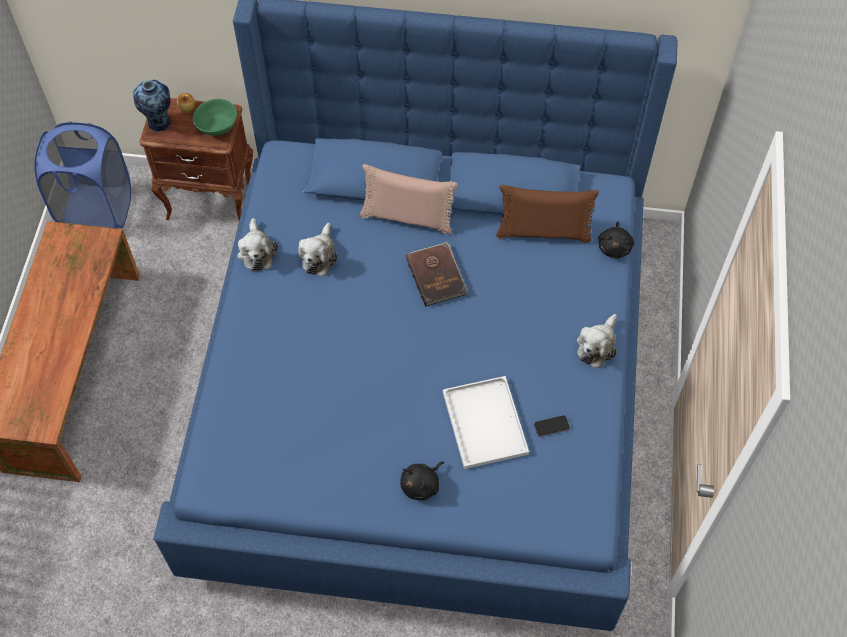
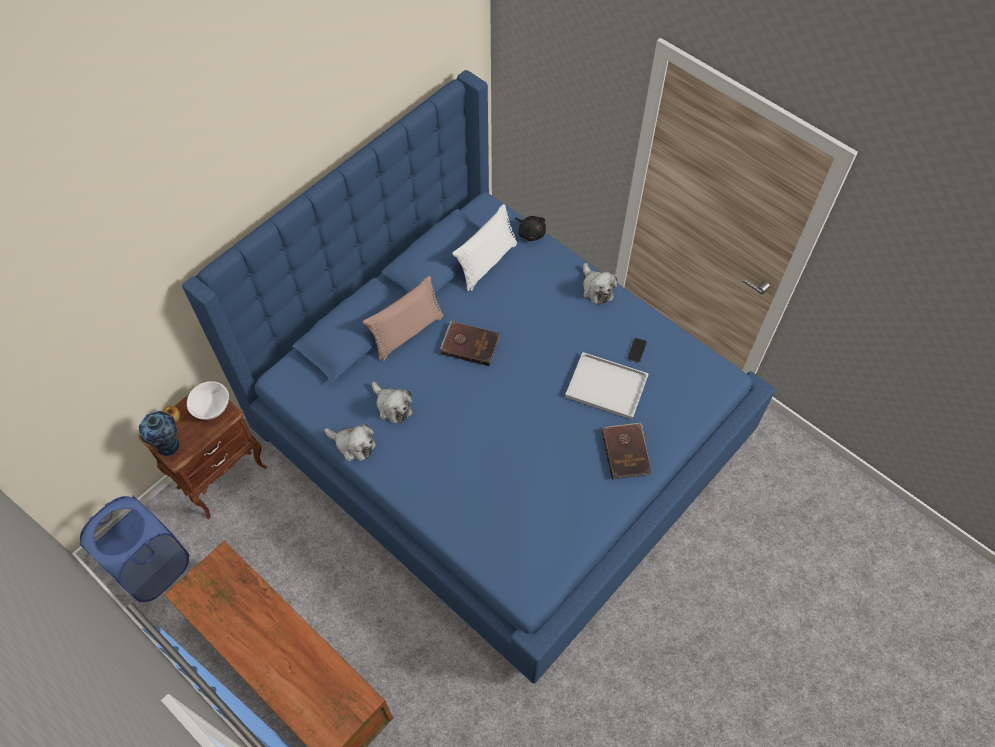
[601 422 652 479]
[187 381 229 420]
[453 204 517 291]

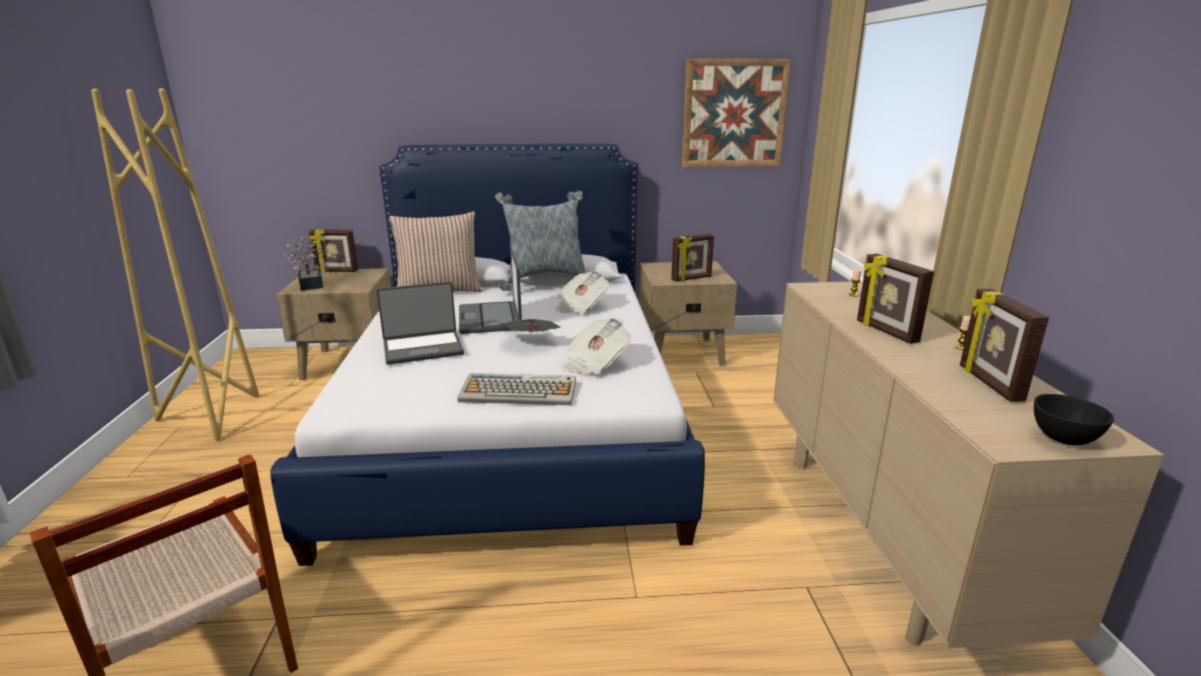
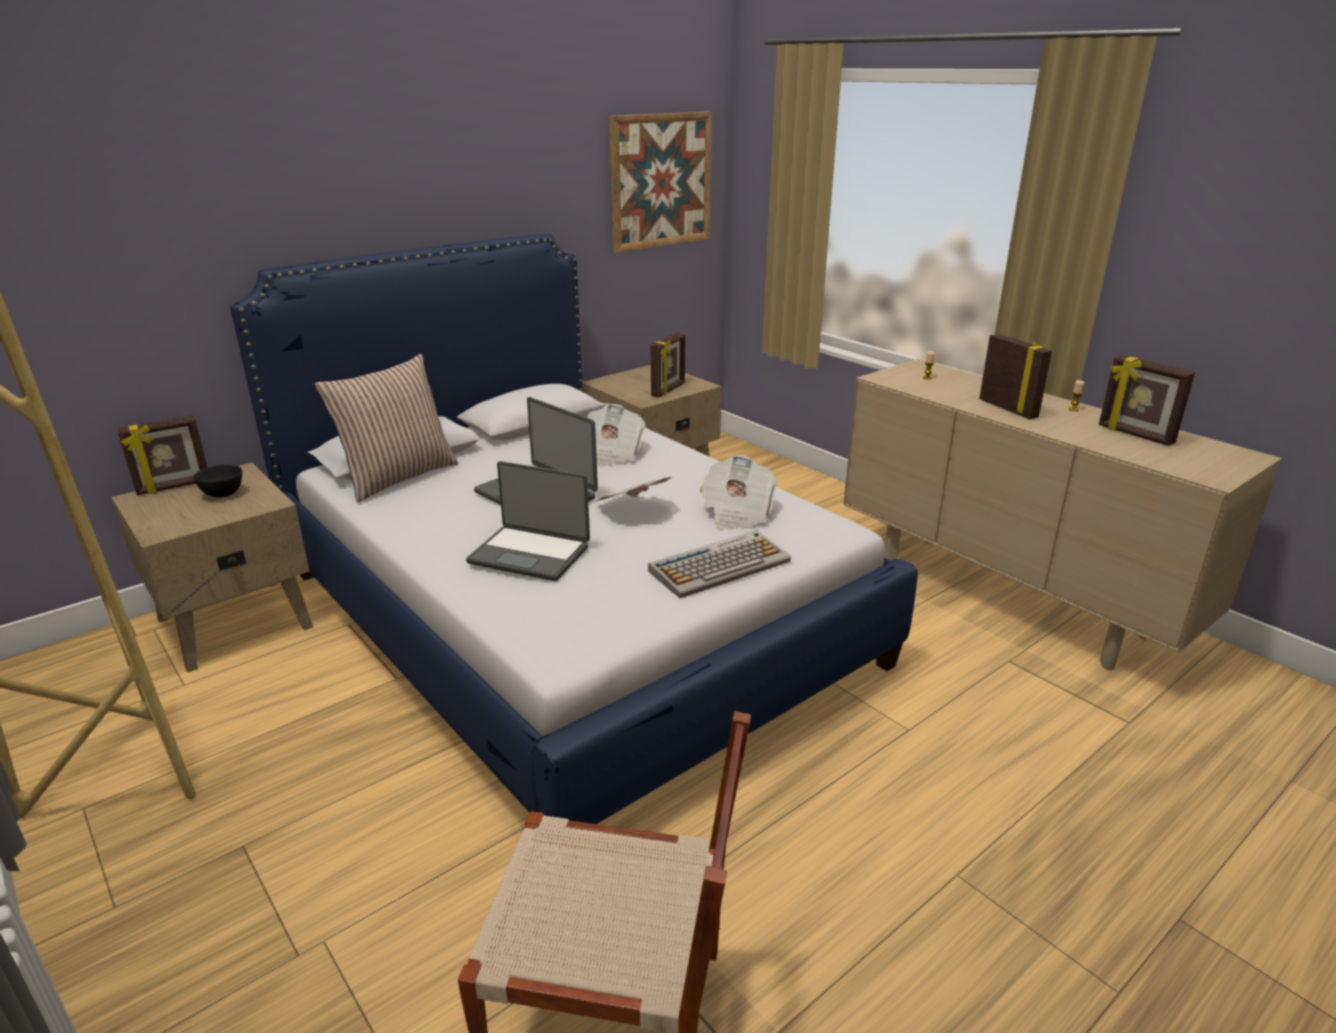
[284 236 325 291] (first image)
[495 191 585 292] (first image)
[193 465 242 498]
[466 461 590 581]
[979 334 1052 419]

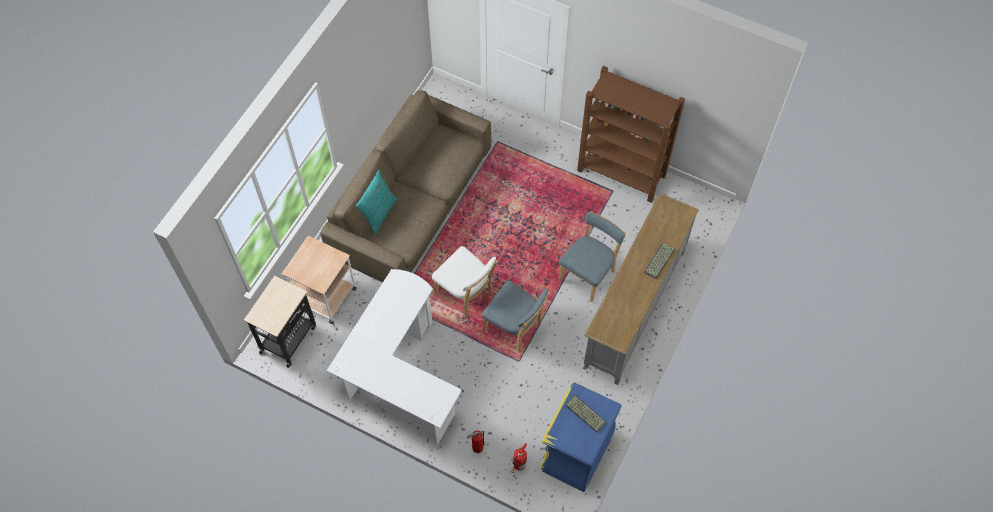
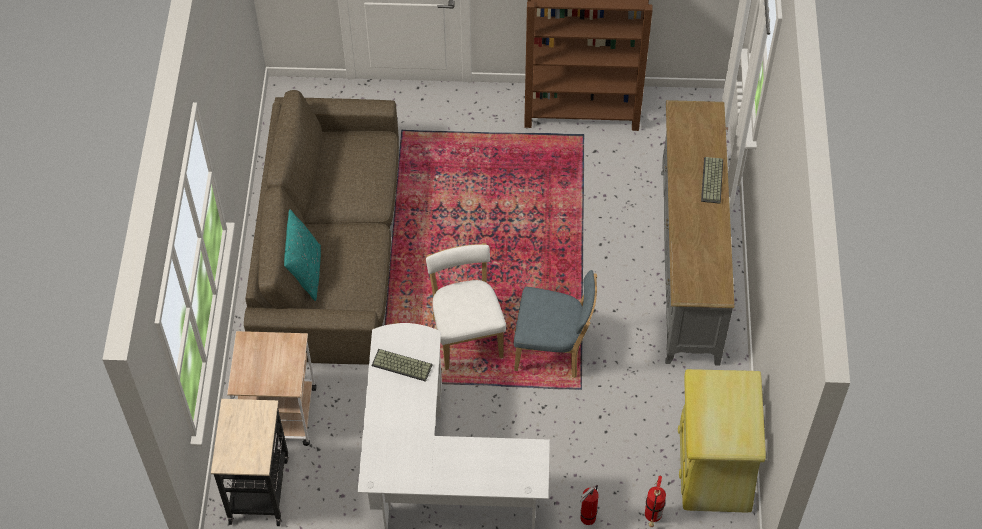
[558 211 626 302] (first image)
[372 349 433 382]
[678 369 766 513]
[426 243 506 370]

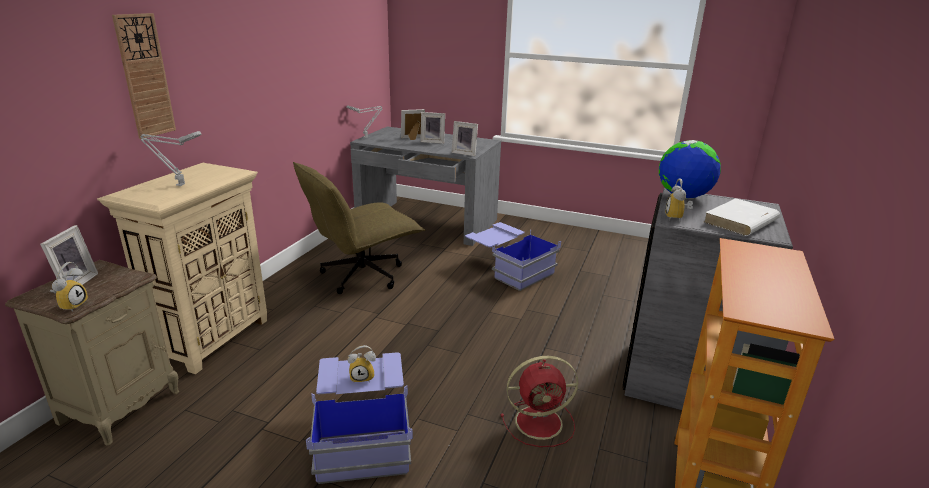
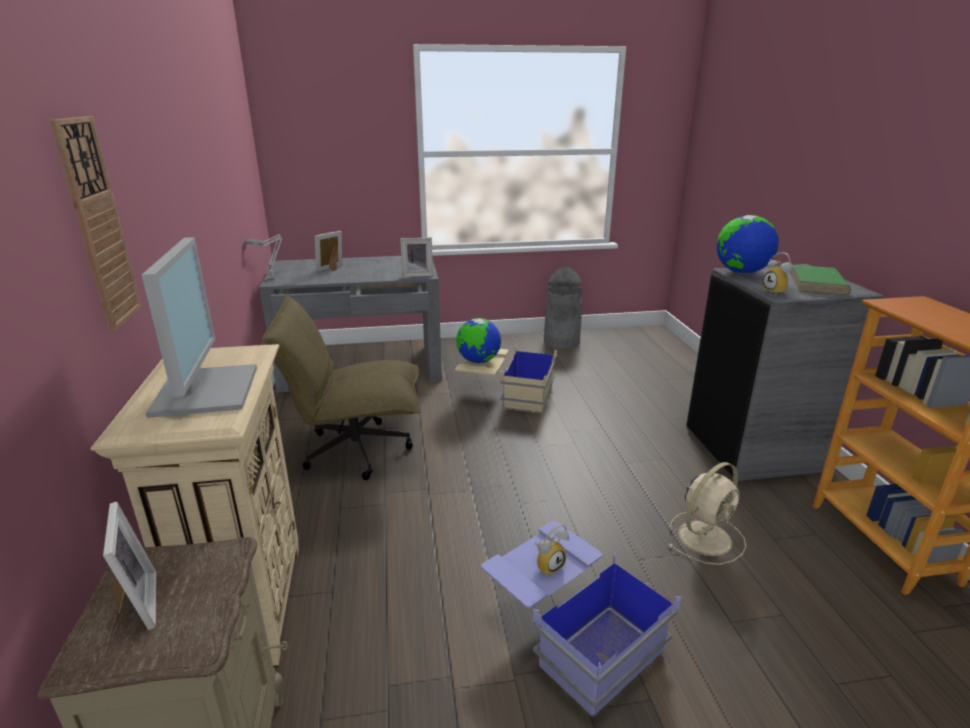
[49 262 88 312] (first image)
[421 112 445 144] (first image)
[456 318 501 363]
[544 267 582 348]
[142 237 257 418]
[455 346 557 414]
[668 462 746 565]
[790 265 851 295]
[262 295 421 480]

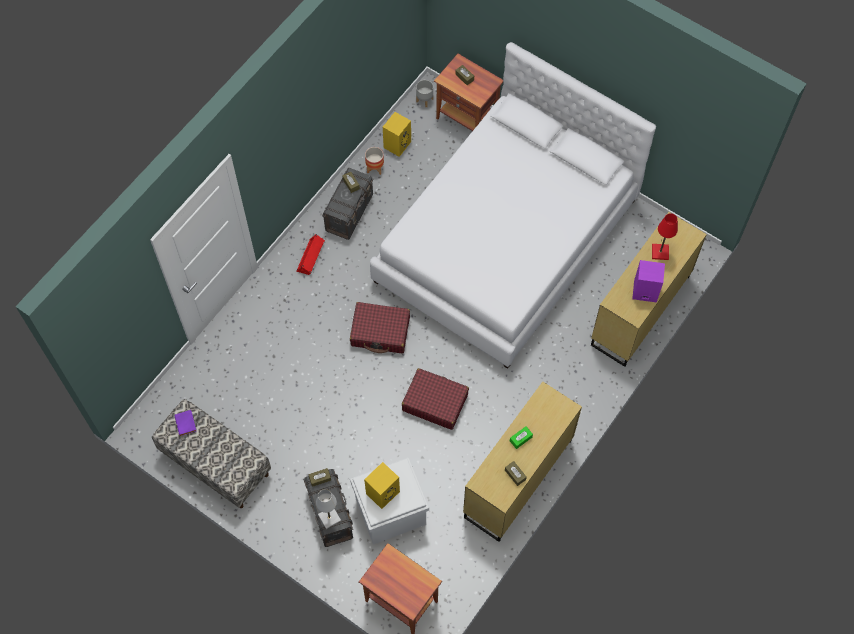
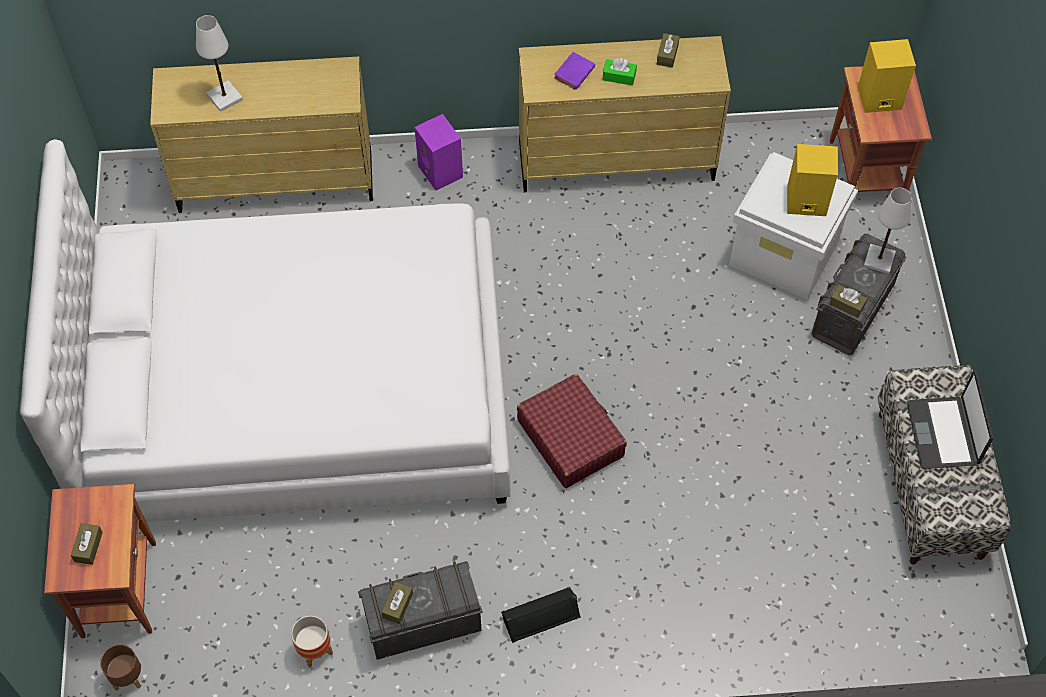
[402 368 469 430] (first image)
[907 371 993 469]
[554 52 595 90]
[858 39 916 113]
[415 114 463 191]
[501 587 581 643]
[100 644 142 691]
[196 15 243 112]

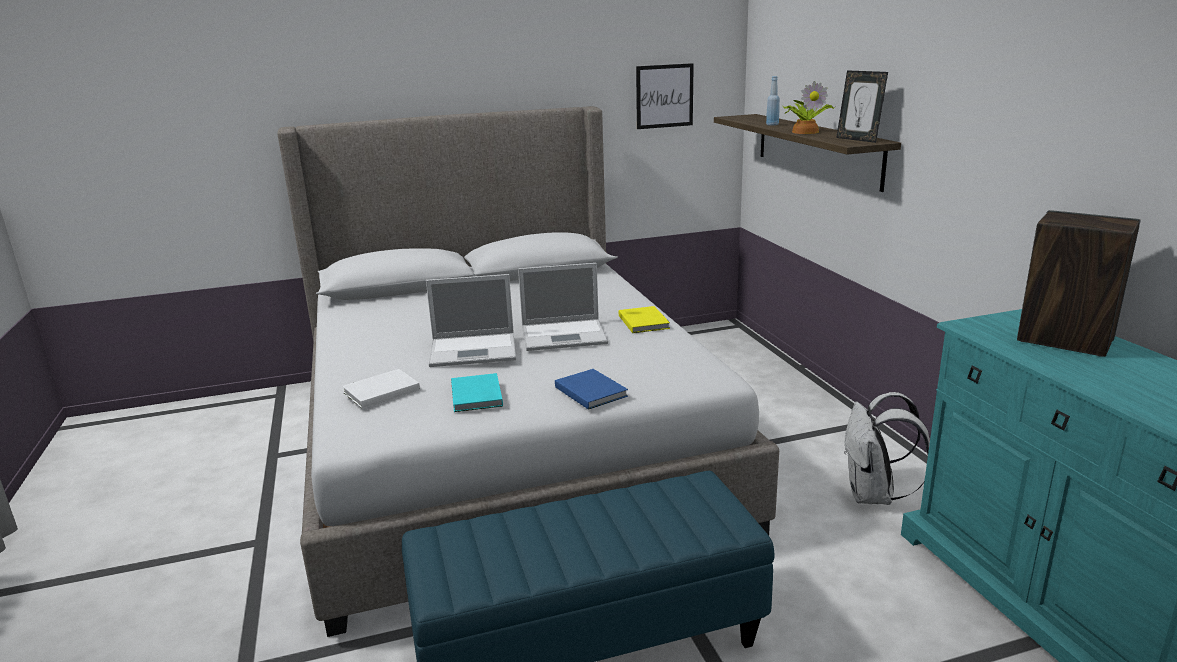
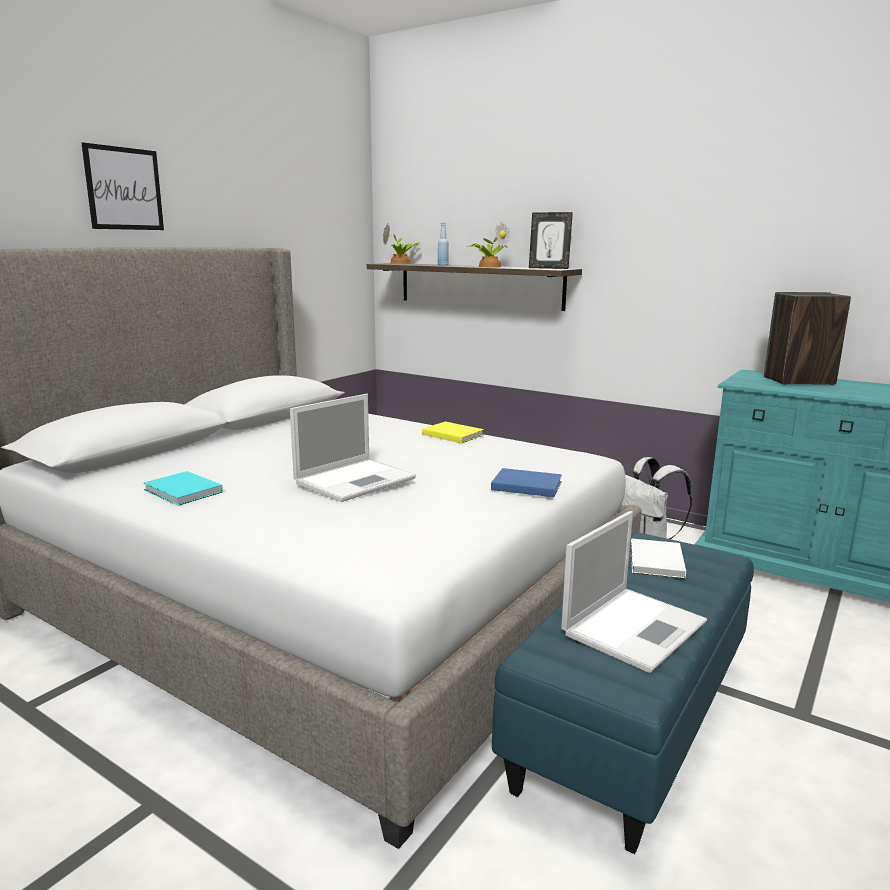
[383 224 420 264]
[630 538 686 579]
[143 471 223 506]
[561 511 707 673]
[81 143 164 230]

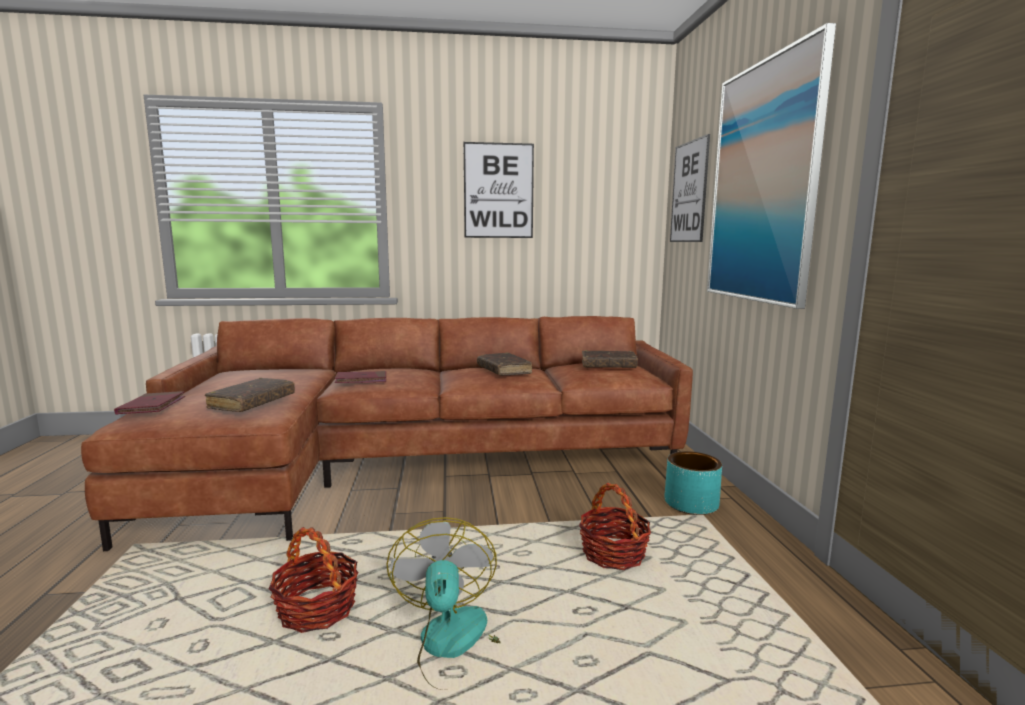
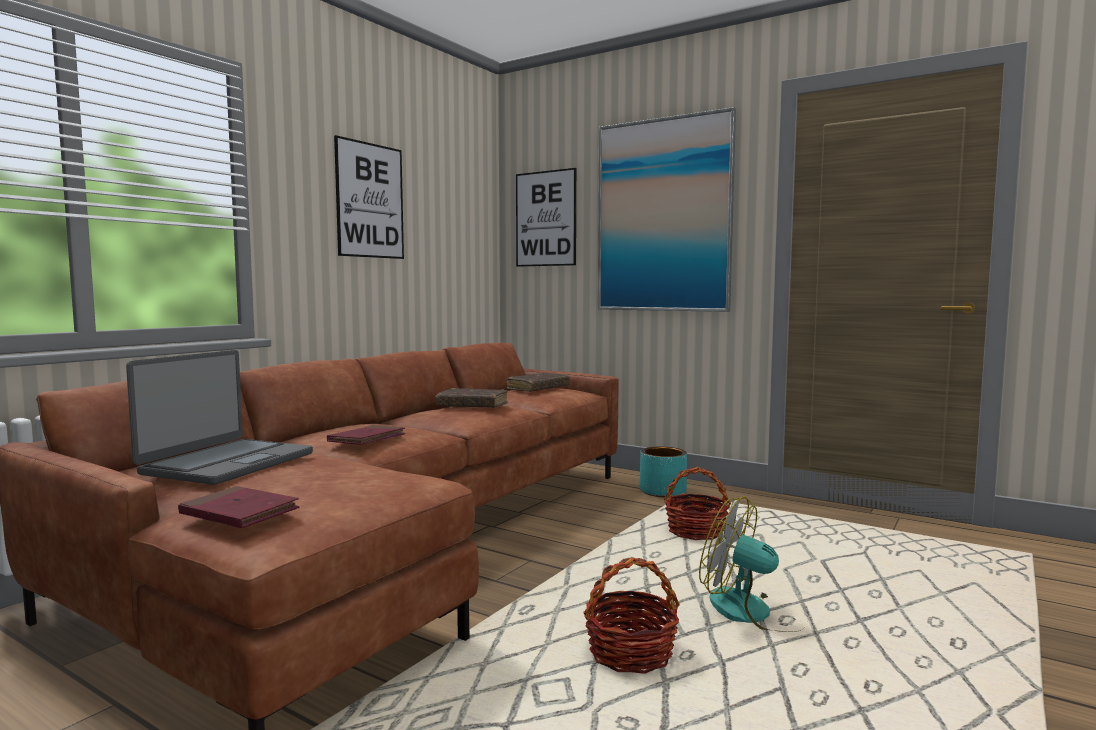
[205 378 295 412] (first image)
[126 350 313 485]

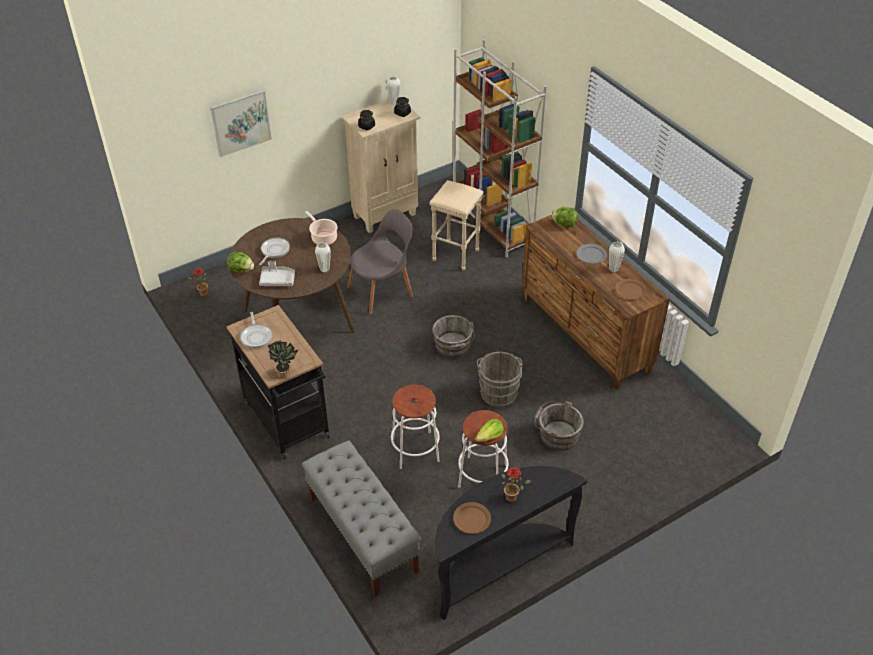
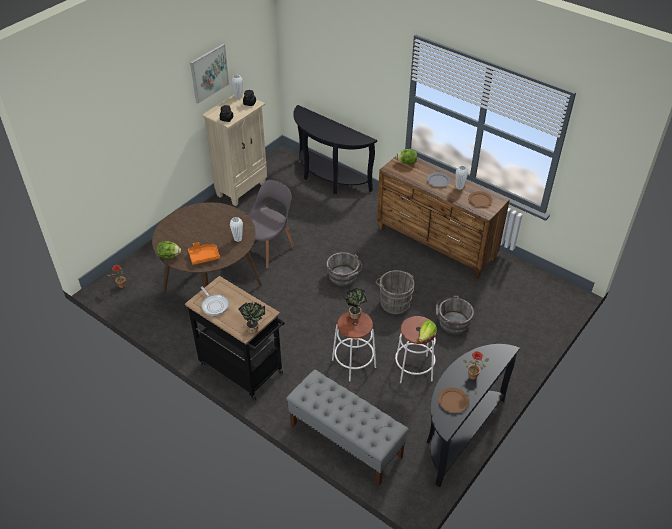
[259 237 290 265] (first image)
[305 211 338 245] (first image)
[430 180 483 270] (first image)
[344 287 367 319]
[190 44 229 104]
[293 105 377 194]
[188 242 220 265]

